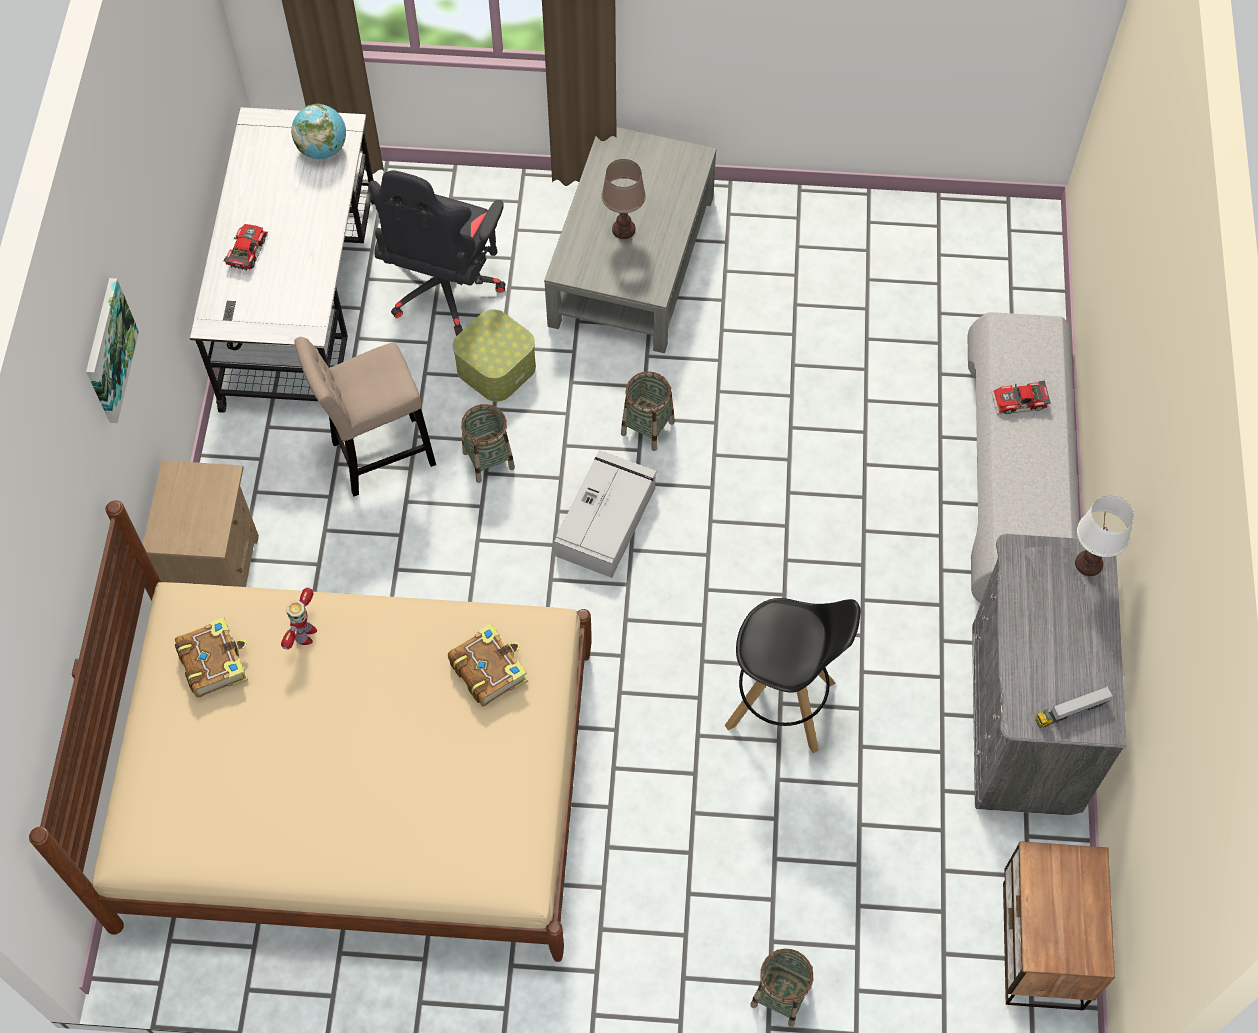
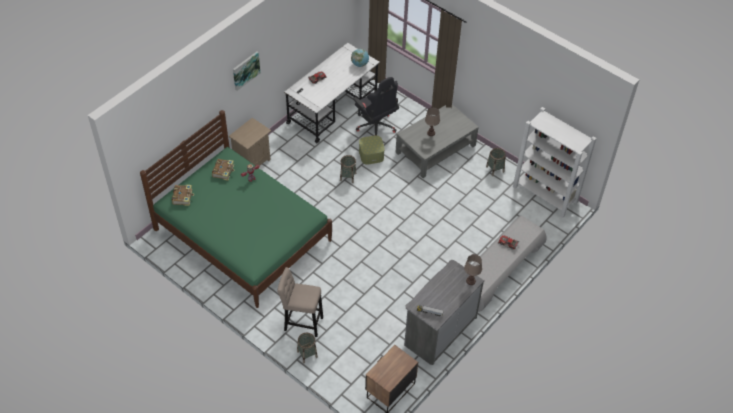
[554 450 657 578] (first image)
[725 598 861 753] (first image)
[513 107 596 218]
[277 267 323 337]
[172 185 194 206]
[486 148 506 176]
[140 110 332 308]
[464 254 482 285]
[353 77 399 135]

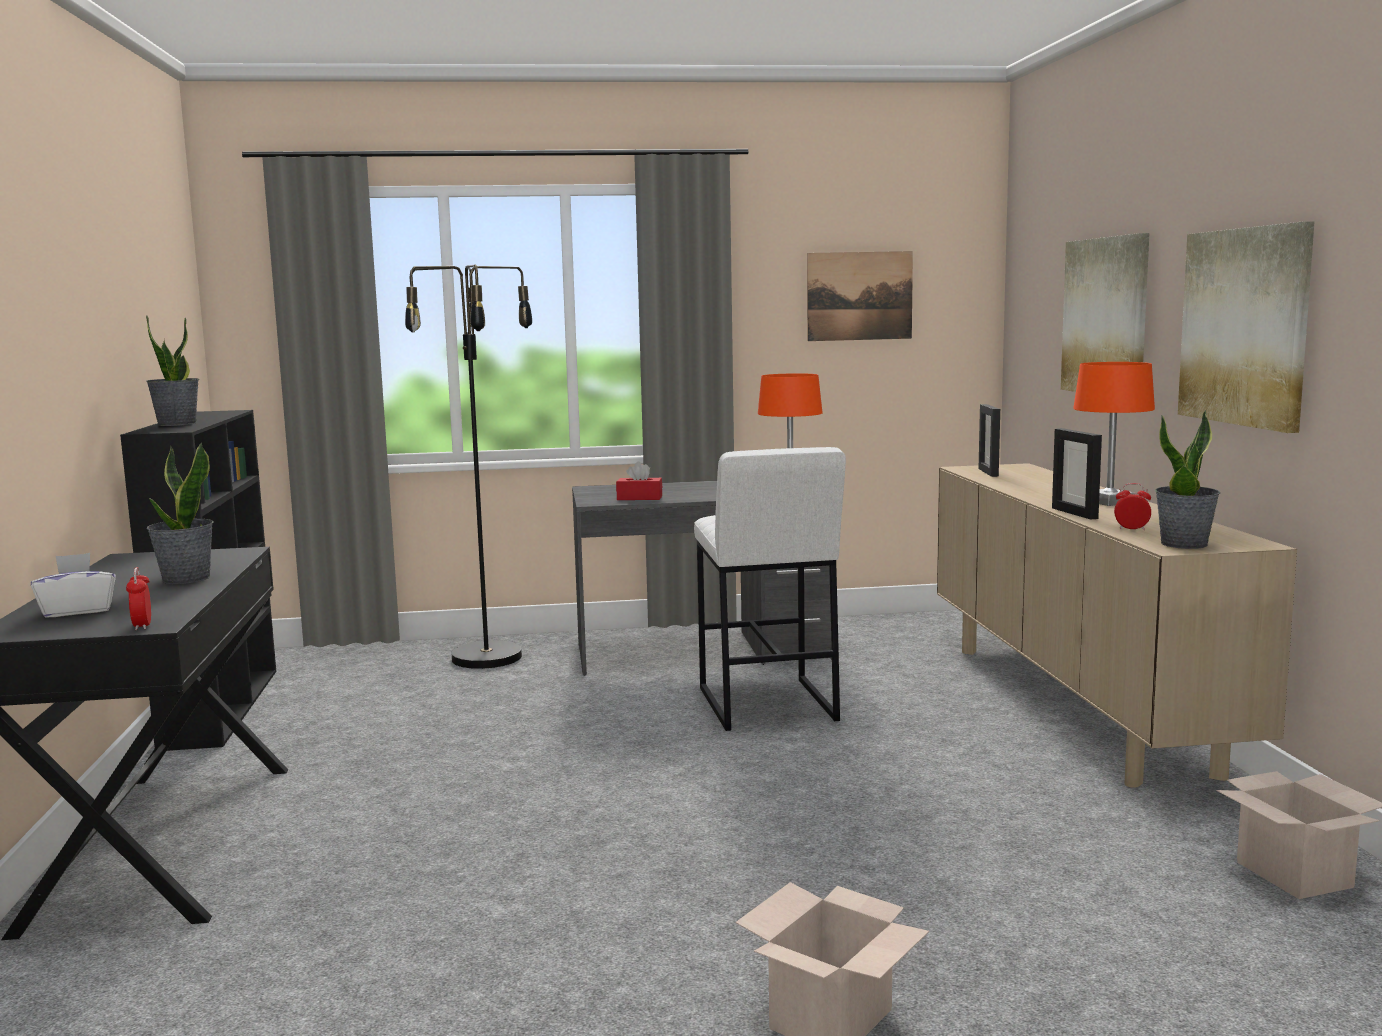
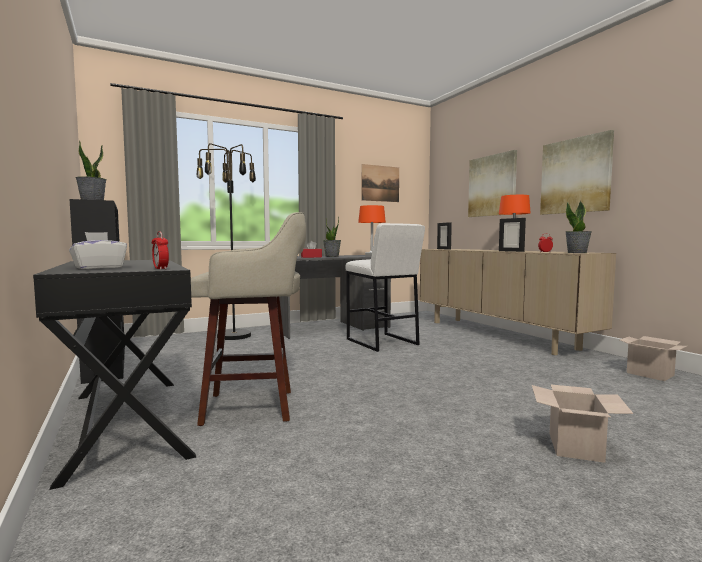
[191 212 306 426]
[323 216 341 257]

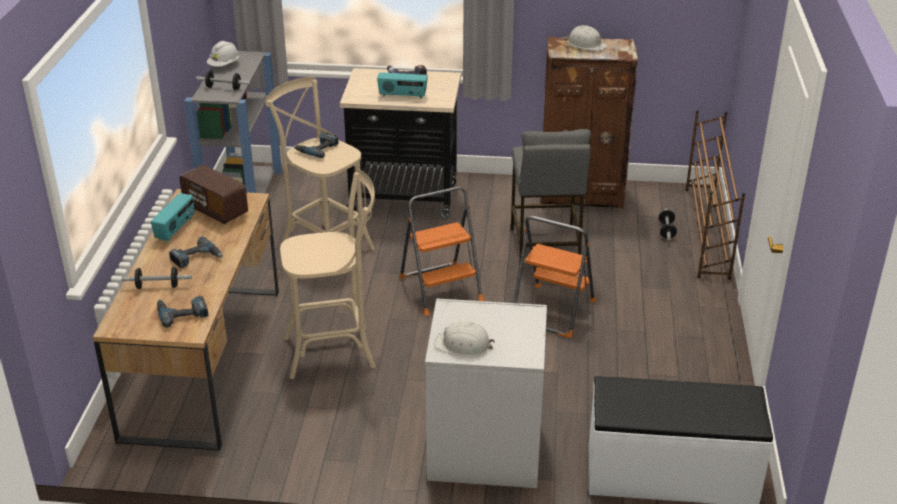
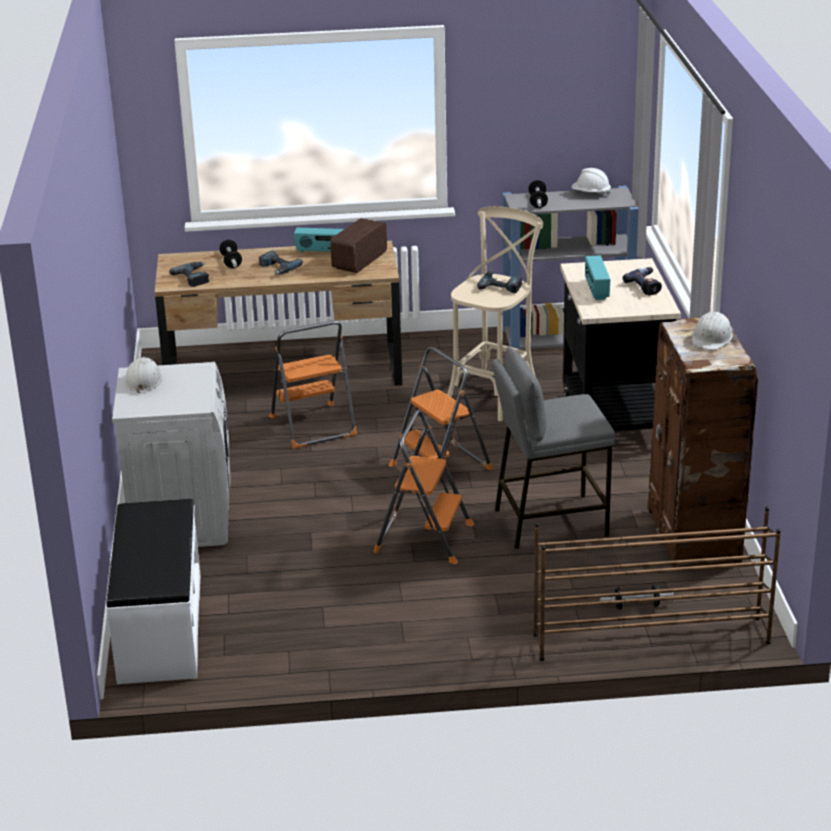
[269 321 357 449]

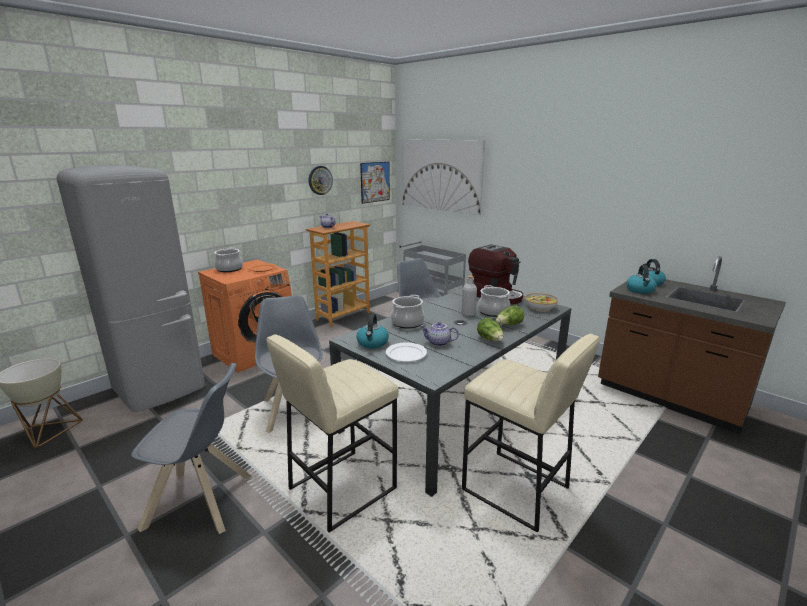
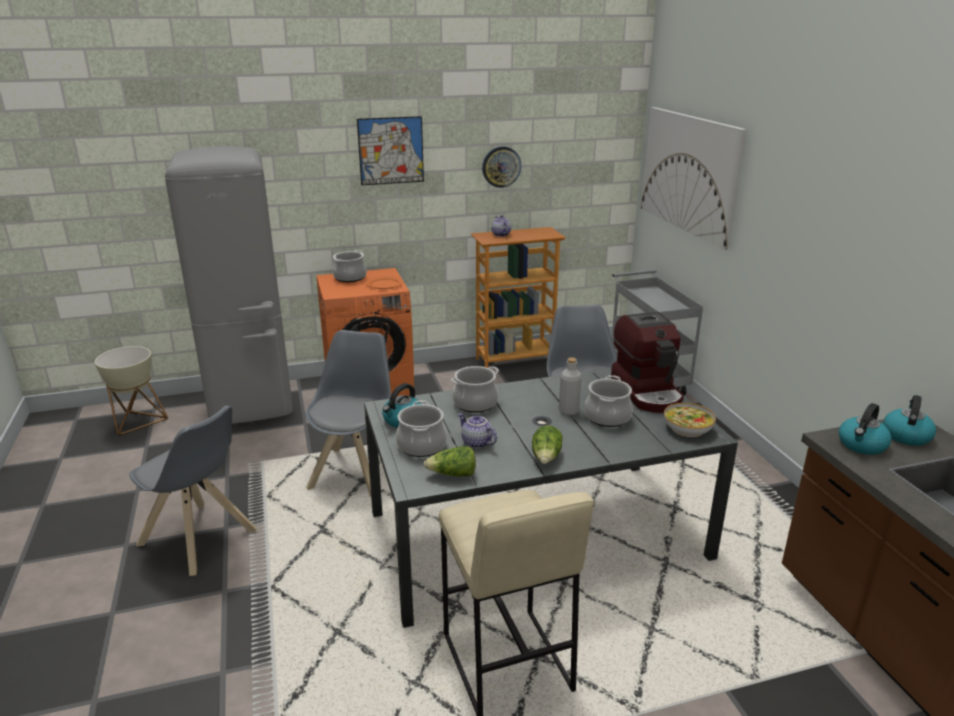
[266 334 399 533] (first image)
[357 116 424 185]
[423 446 476 476]
[396 400 447 457]

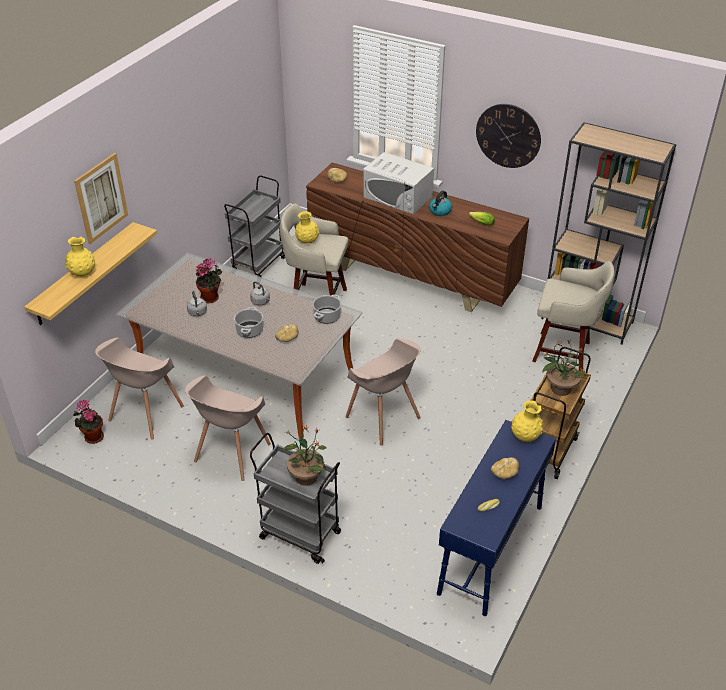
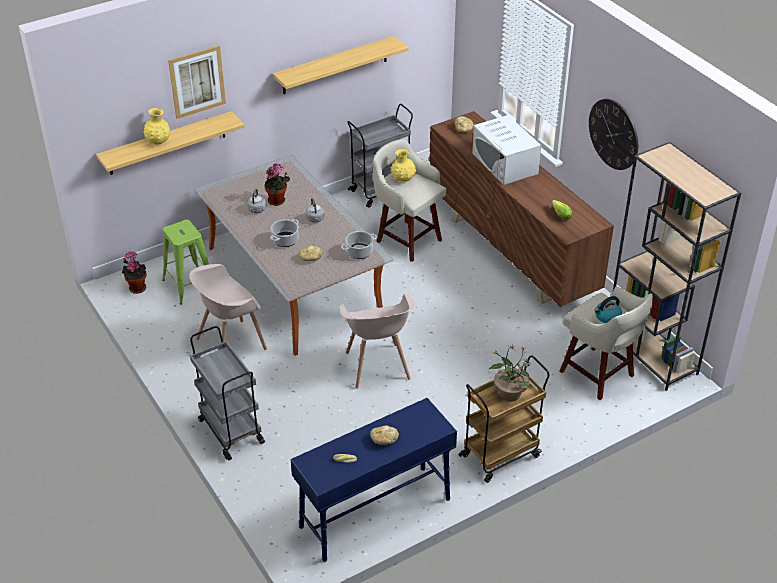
[283 426 327 486] (first image)
[511 400 544 442] (first image)
[273 36 409 94]
[595 296 622 323]
[162 220 209 305]

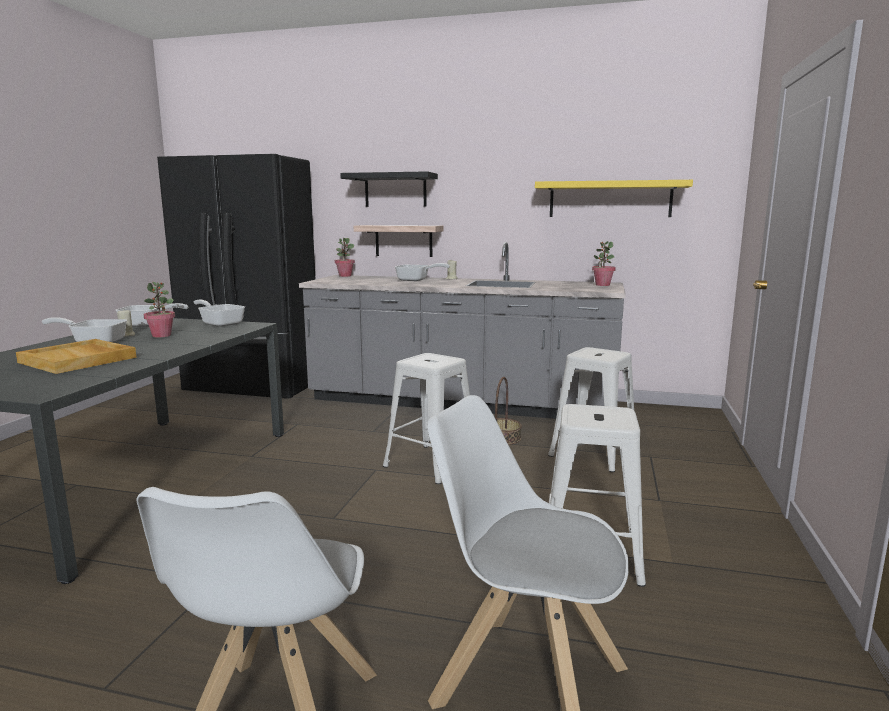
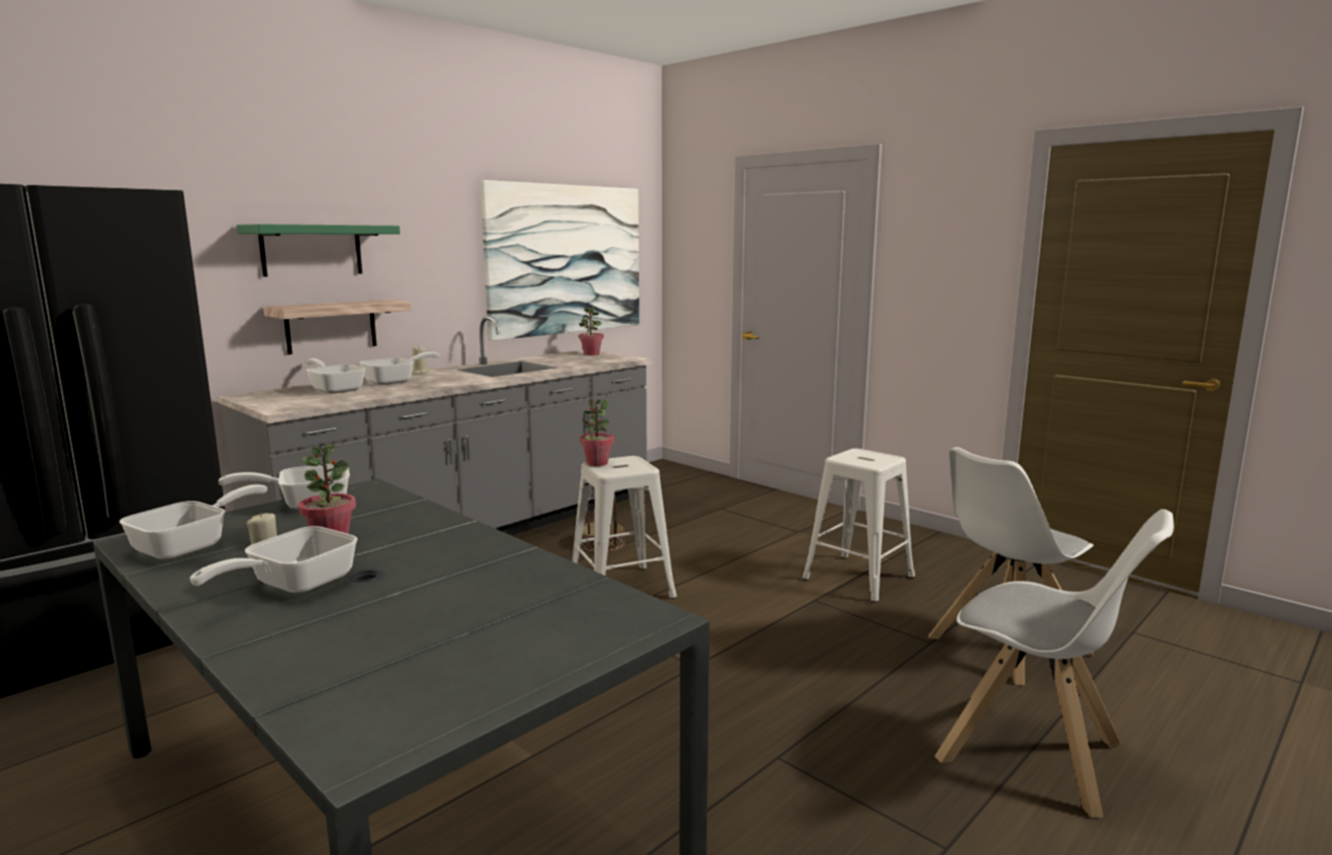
[16 339 137 374] (first image)
[548 347 634 472] (first image)
[306 358 366 393]
[580 399 614 466]
[480 180 639 341]
[237 224 400 277]

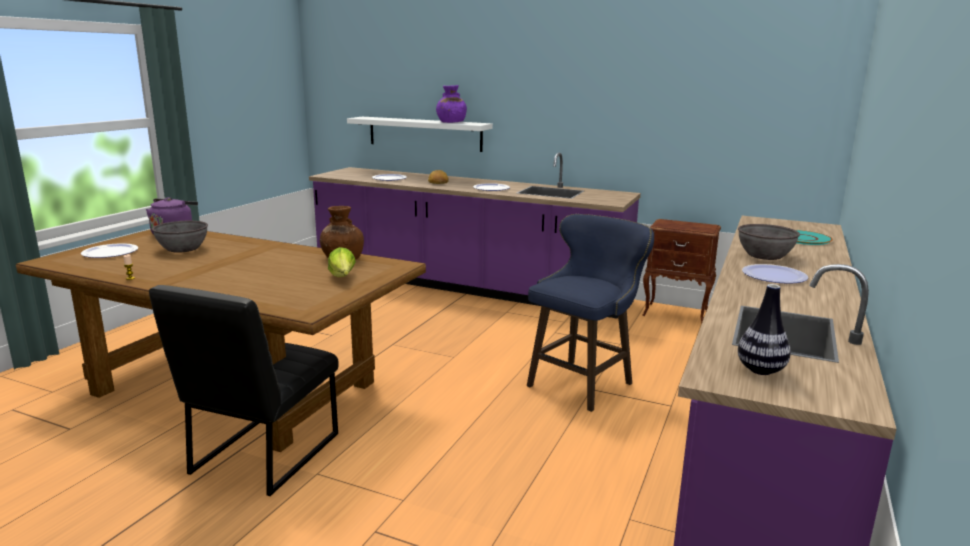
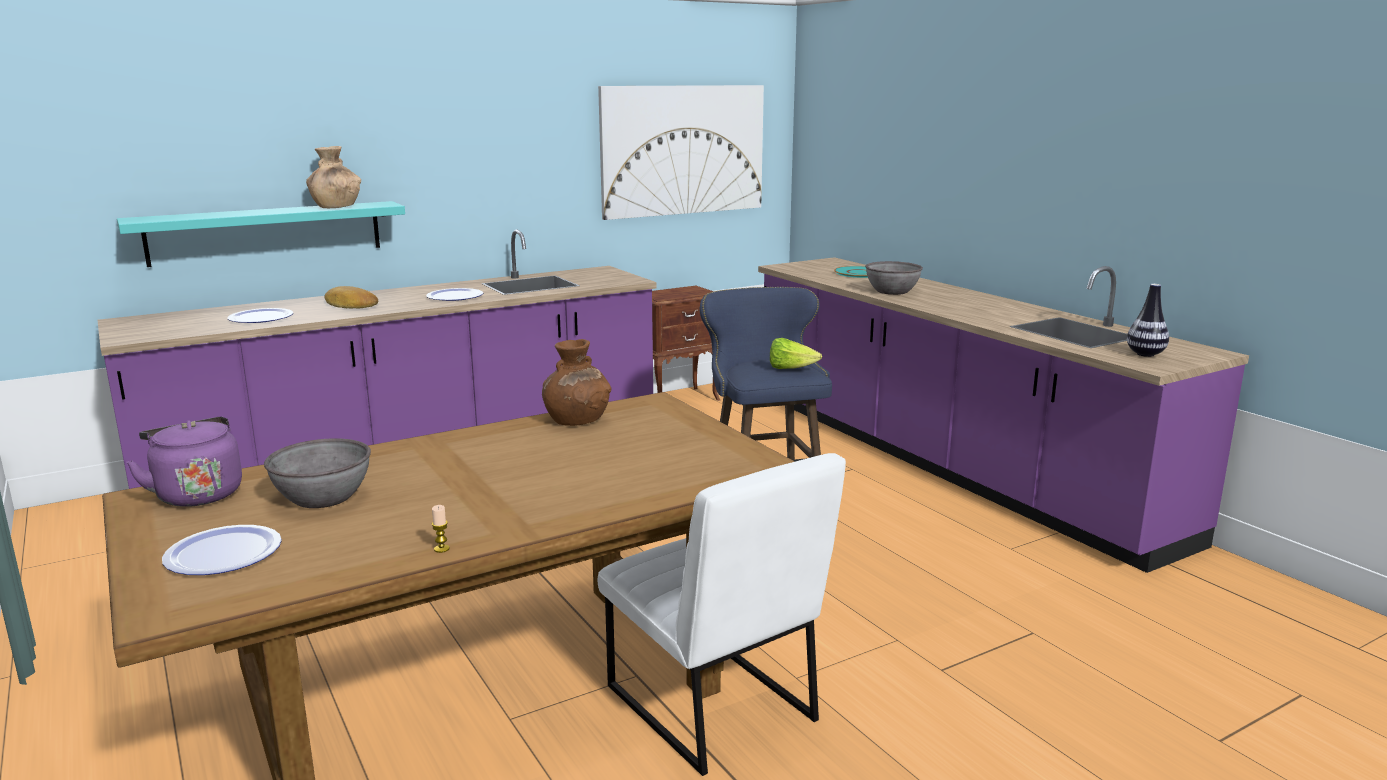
[742 264 808 284] (first image)
[598 85 764 220]
[770 338 822 369]
[598 453 846 776]
[117 201 405 267]
[306 146 361 208]

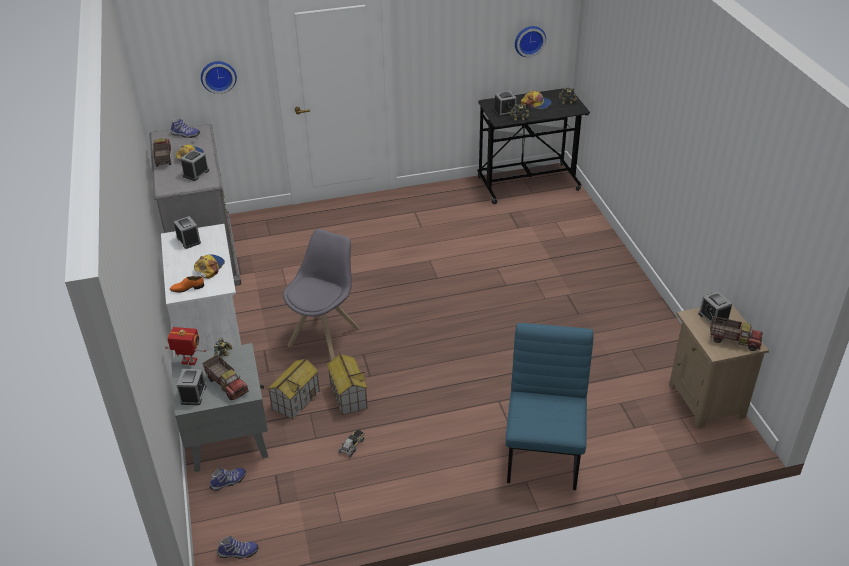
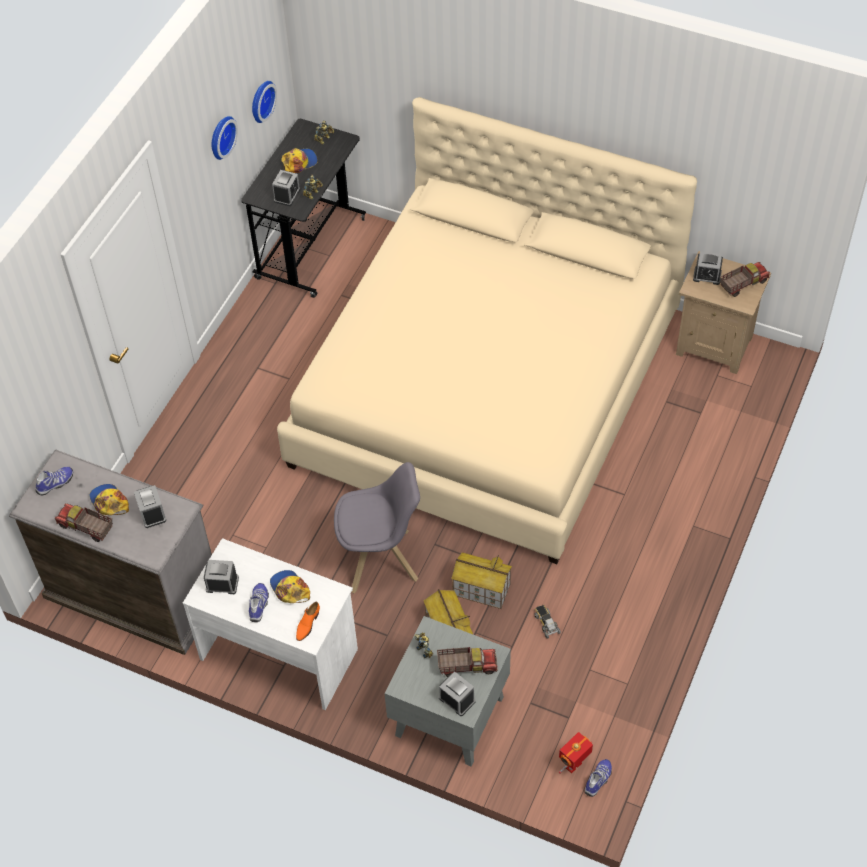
[506 323 593 490] (first image)
[277 97 697 564]
[559 732 593 774]
[212 116 238 160]
[249 583 269 622]
[334 462 420 594]

